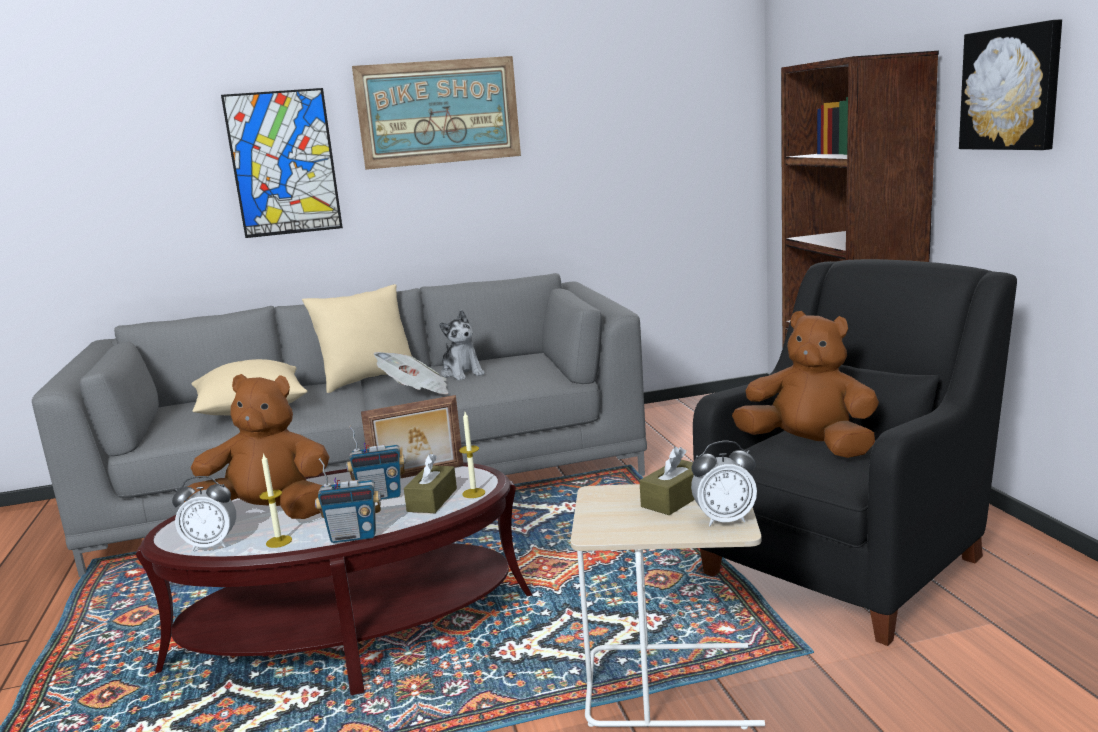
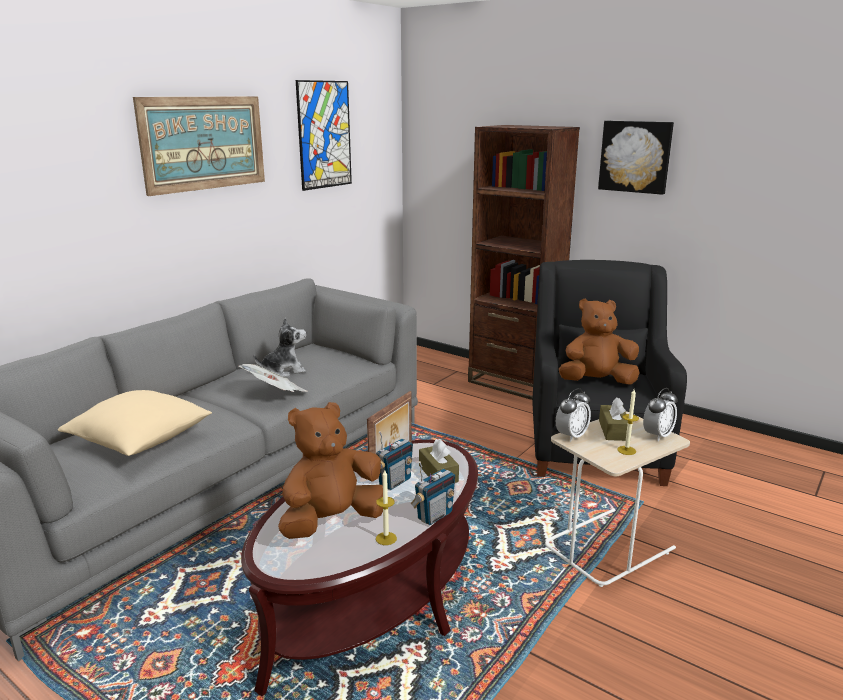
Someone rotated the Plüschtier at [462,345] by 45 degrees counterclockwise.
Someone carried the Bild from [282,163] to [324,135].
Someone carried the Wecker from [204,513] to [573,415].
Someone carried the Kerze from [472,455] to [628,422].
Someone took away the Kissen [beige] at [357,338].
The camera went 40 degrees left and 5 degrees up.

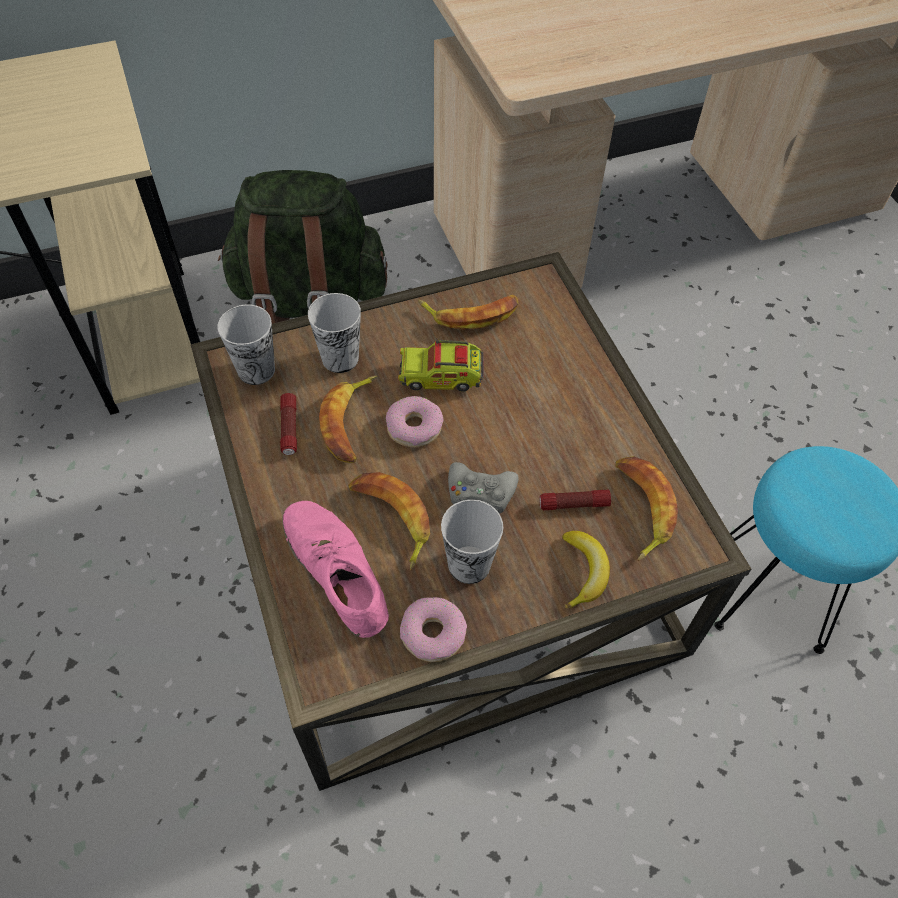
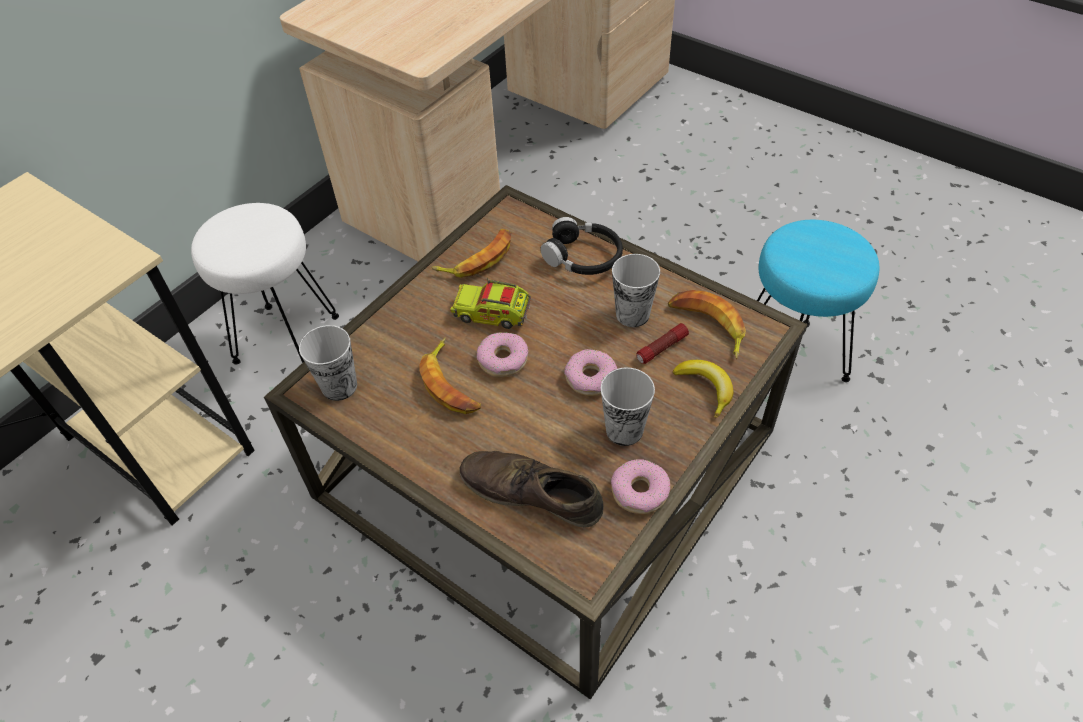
Someone swapped the Rucksack [grün] at [303,247] for the Hocker [weiß] at [265,283].
Someone rotated the Spielzeuglaster at [441,366] by 45 degrees clockwise.
Someone repainted the Schuh [rosa] at [335,569], which became the Schuh [braun] at [531,489].
Someone put down the Kopfhörer [schwarz] at [581,246].
Someone swapped the Gamepad [grau] at [483,488] for the Donut at [590,372].
Someone carried the Tasse from [334,333] to [636,290].
Someone took away the Taschenlampe at [288,424].
Someone took away the Banane at [389,521].
The camera went 30 degrees left and 5 degrees down.

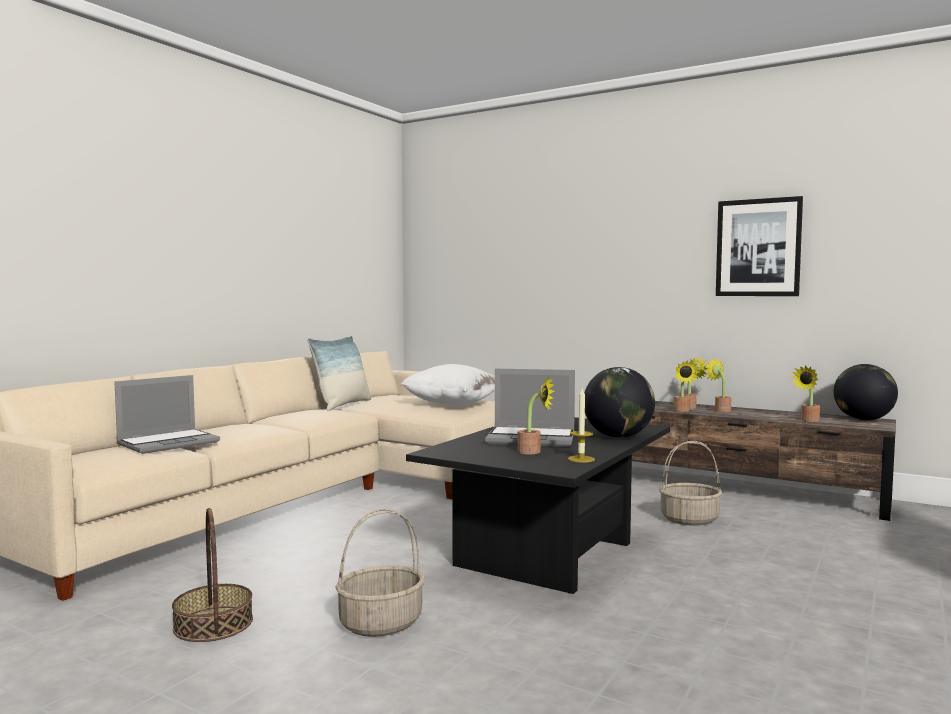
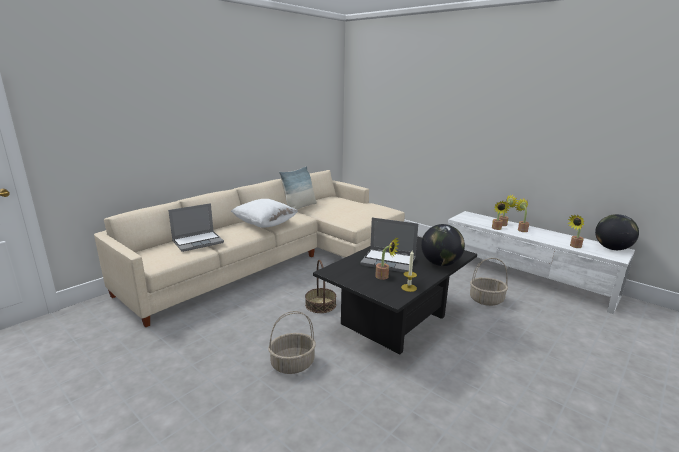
Someone carried the Kissen [weiß] from [448,385] to [264,213].
Someone carried the Korb from [212,575] to [320,286].
Someone repainted the Fernsehschrank [braun] at [763,461], which became the Fernsehschrank [weiß] at [541,262].
Someone took away the Bild at [759,246].
The camera went 10 degrees right and 15 degrees up.

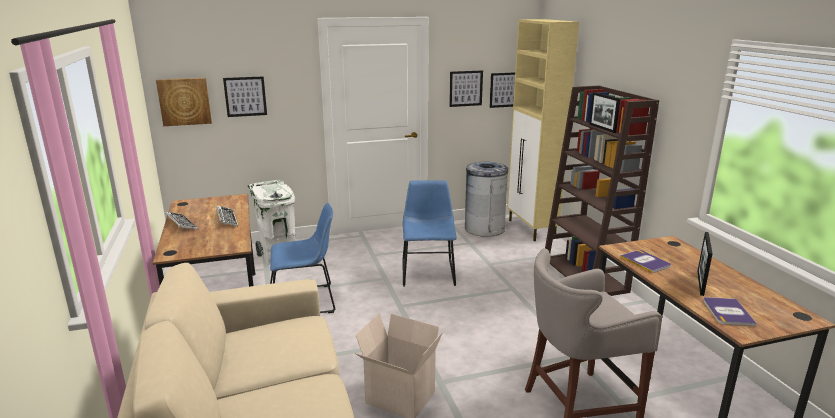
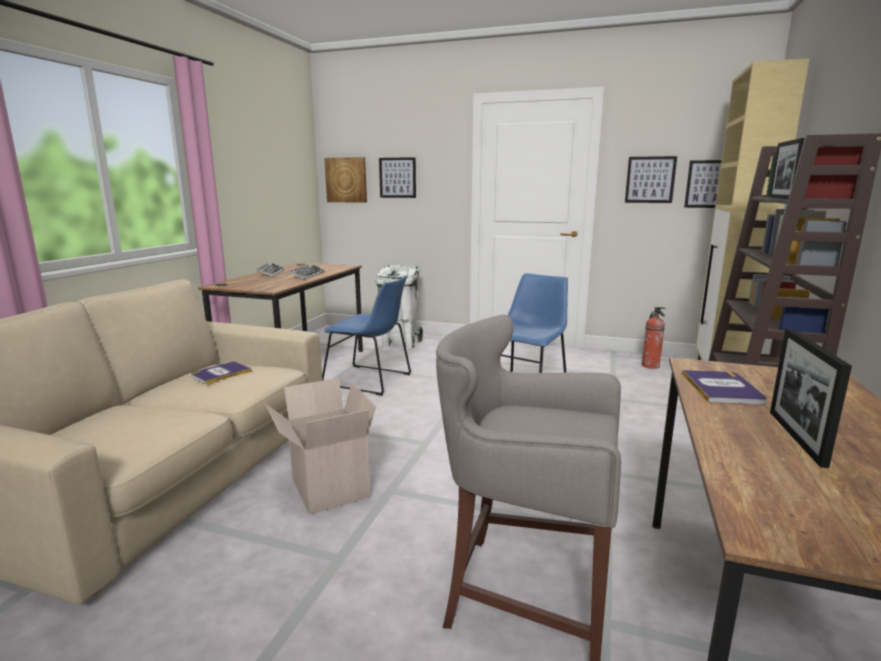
Someone carried the Buch from [730,311] to [221,373].
Someone swapped the Mülleimer [grau] at [486,199] for the Feuerlöscher at [653,338].
Someone rotated the Bilderrahmen at [705,264] by 45 degrees counterclockwise.
The camera went 35 degrees right and 5 degrees down.

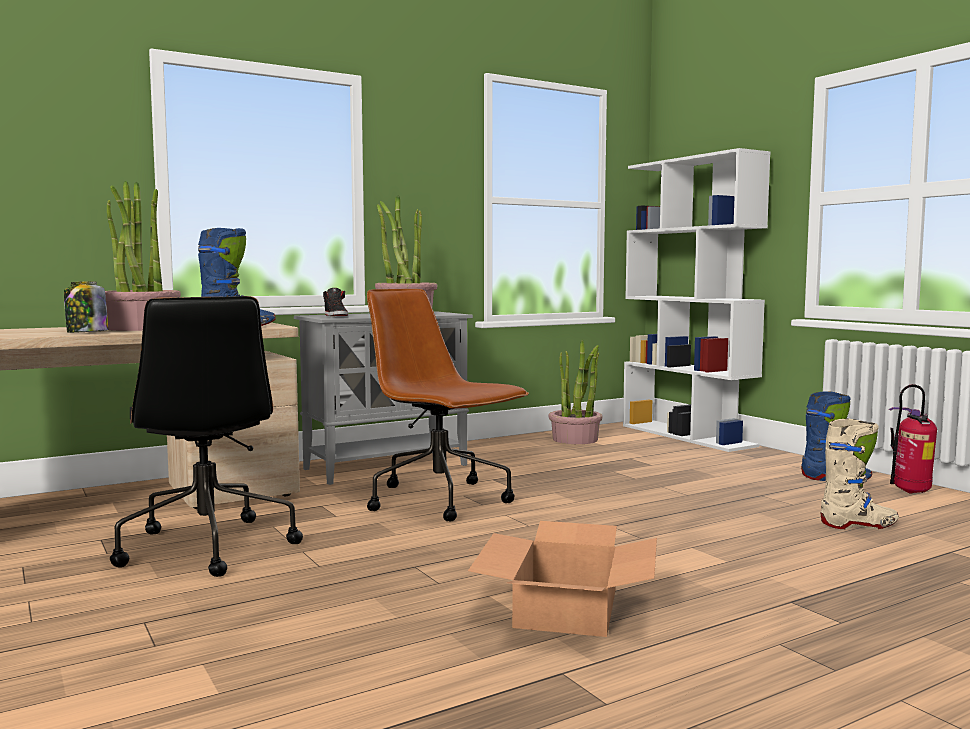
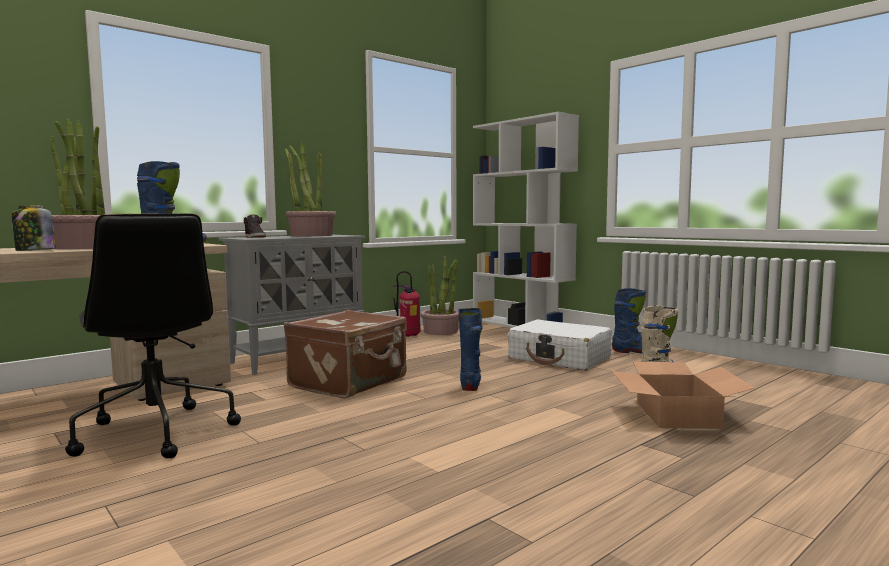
Someone swapped the Bürostuhl [braun] at [448,405] for the Koffer [braun] at [345,354].
Someone carried the Feuerlöscher from [913,439] to [407,304].
Someone put down the Stiefel [blau] at [470,349].
Someone put down the Koffer [weiß] at [560,345].
Someone carried the Karton from [562,579] to [683,395].
The camera went 10 degrees left and 0 degrees up.

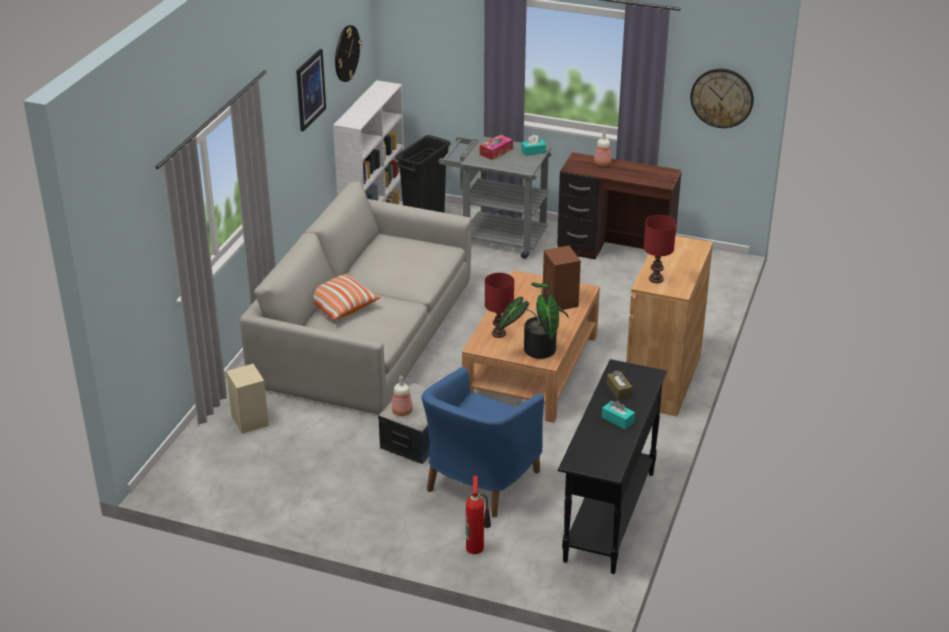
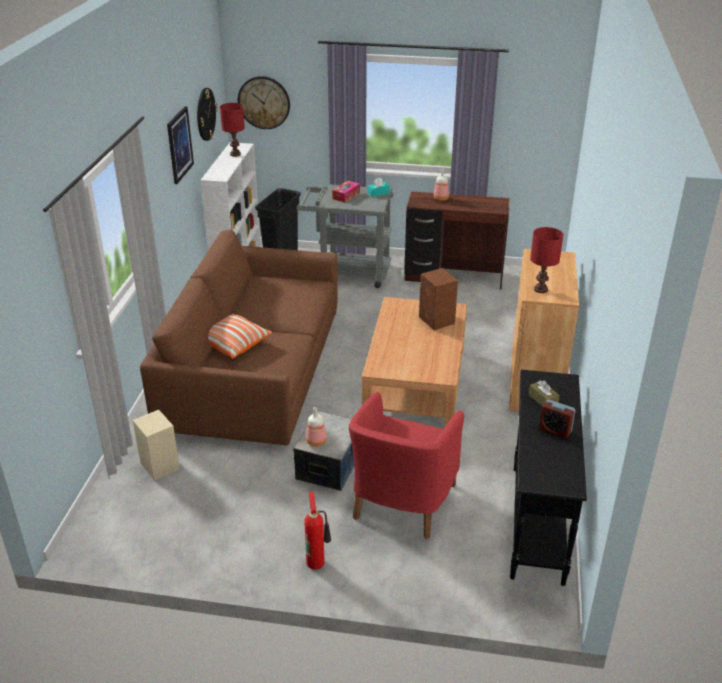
Someone repainted the Sofa [grau] at [356,298], which became the Sofa [braun] at [239,337].
Someone carried the Tischlampe [rot] from [499,305] to [232,130].
Someone carried the Wanduhr from [722,98] to [264,102].
Someone carried the Feuerlöscher from [478,515] to [317,531].
Someone repainted the Sessel [blau] at [482,442], which became the Sessel [rot] at [406,465].
Someone swapped the Taschentuchbox [türkis] at [618,414] for the Wecker at [557,418].
Someone took away the Topfpflanze at [534,320].
The camera went 10 degrees left and 0 degrees up.

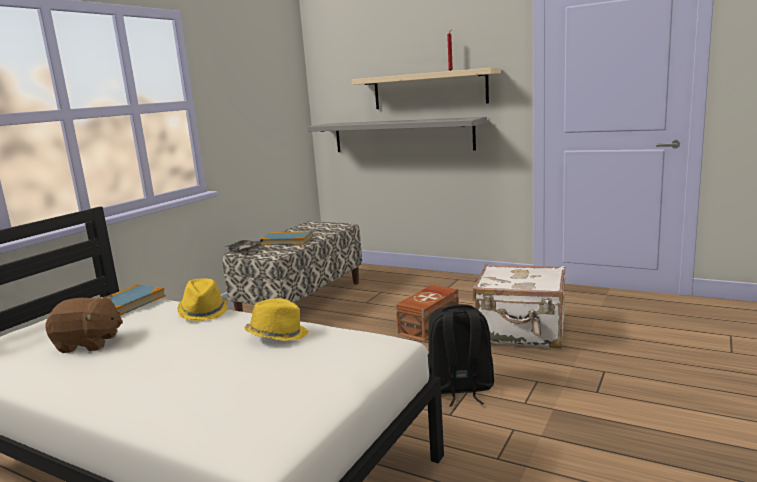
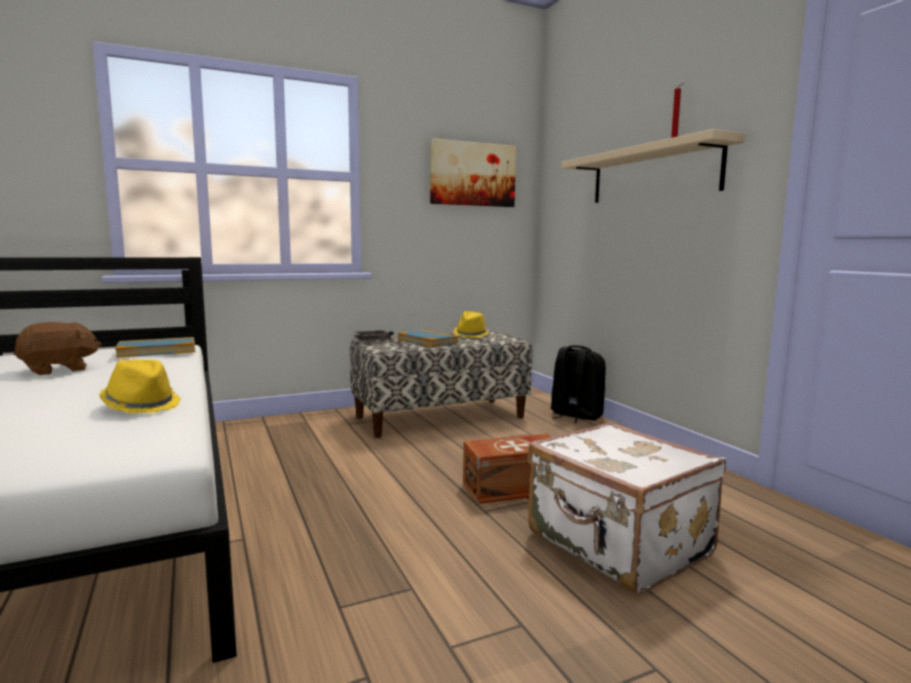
Someone rotated the Plüschtier [braun] at [84,324] by 75 degrees counterclockwise.
Someone put up the Bild at [473,172].
Someone carried the Hut [gelb] from [202,299] to [471,324].
Someone carried the Rucksack [schwarz] from [461,355] to [578,384].
Someone took away the Wandregal [grau] at [397,134].
The camera went 35 degrees right and 5 degrees down.

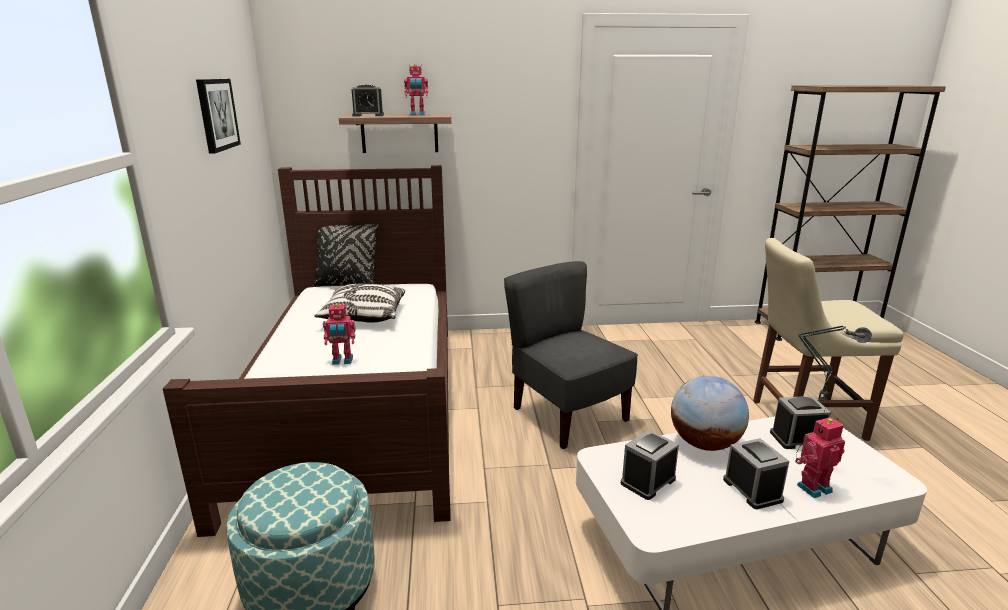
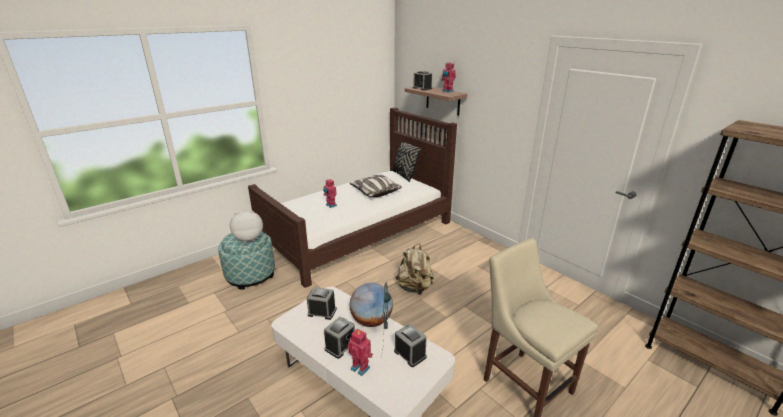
Someone put down the Plüschtier at [246,226].
Someone swapped the Stuhl [grau] at [571,355] for the Rucksack [beige] at [415,269].
Someone took away the Bild at [218,116].
The camera went 55 degrees right and 5 degrees up.

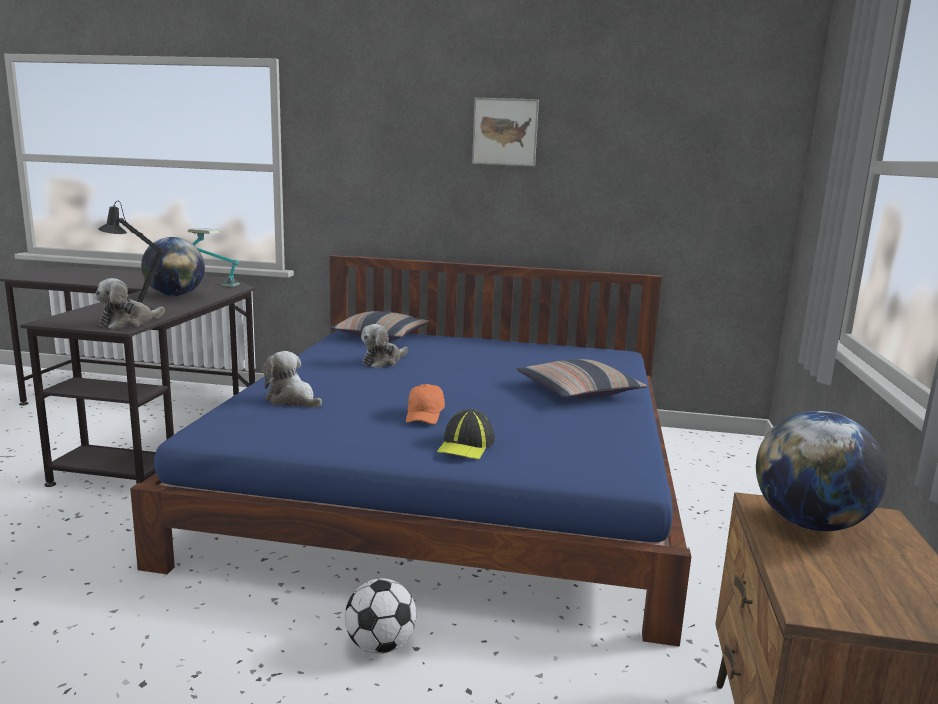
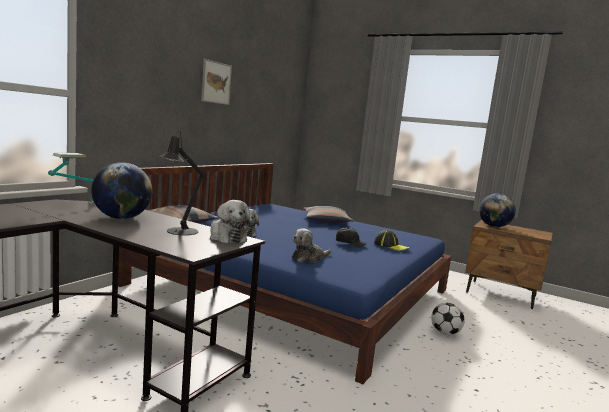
Someone repainted the Kappe [orange] at [425,404], which became the Kappe [schwarz] at [351,237].
The camera went 70 degrees left and 5 degrees down.

